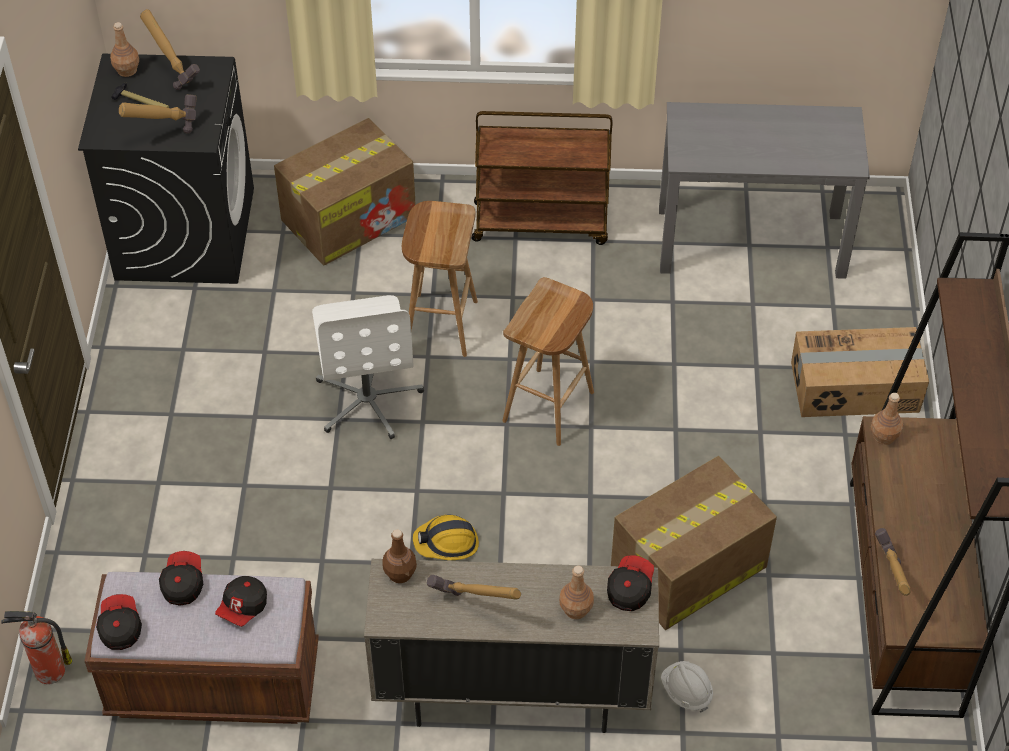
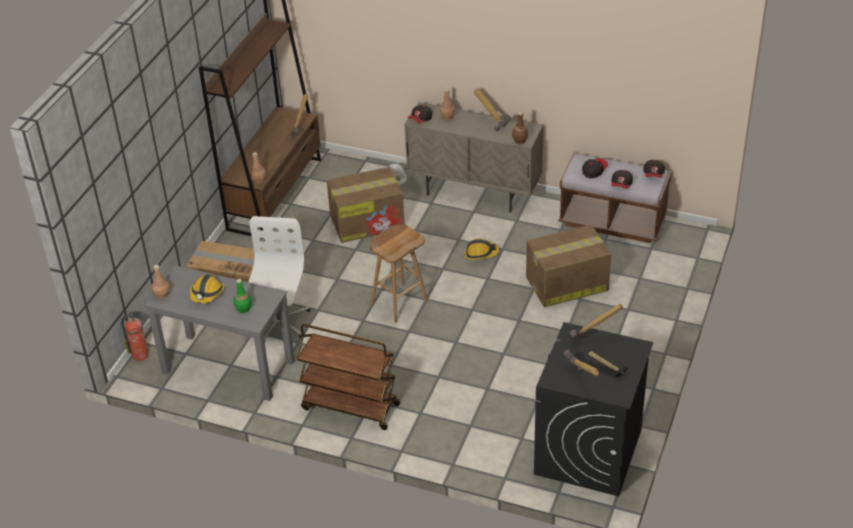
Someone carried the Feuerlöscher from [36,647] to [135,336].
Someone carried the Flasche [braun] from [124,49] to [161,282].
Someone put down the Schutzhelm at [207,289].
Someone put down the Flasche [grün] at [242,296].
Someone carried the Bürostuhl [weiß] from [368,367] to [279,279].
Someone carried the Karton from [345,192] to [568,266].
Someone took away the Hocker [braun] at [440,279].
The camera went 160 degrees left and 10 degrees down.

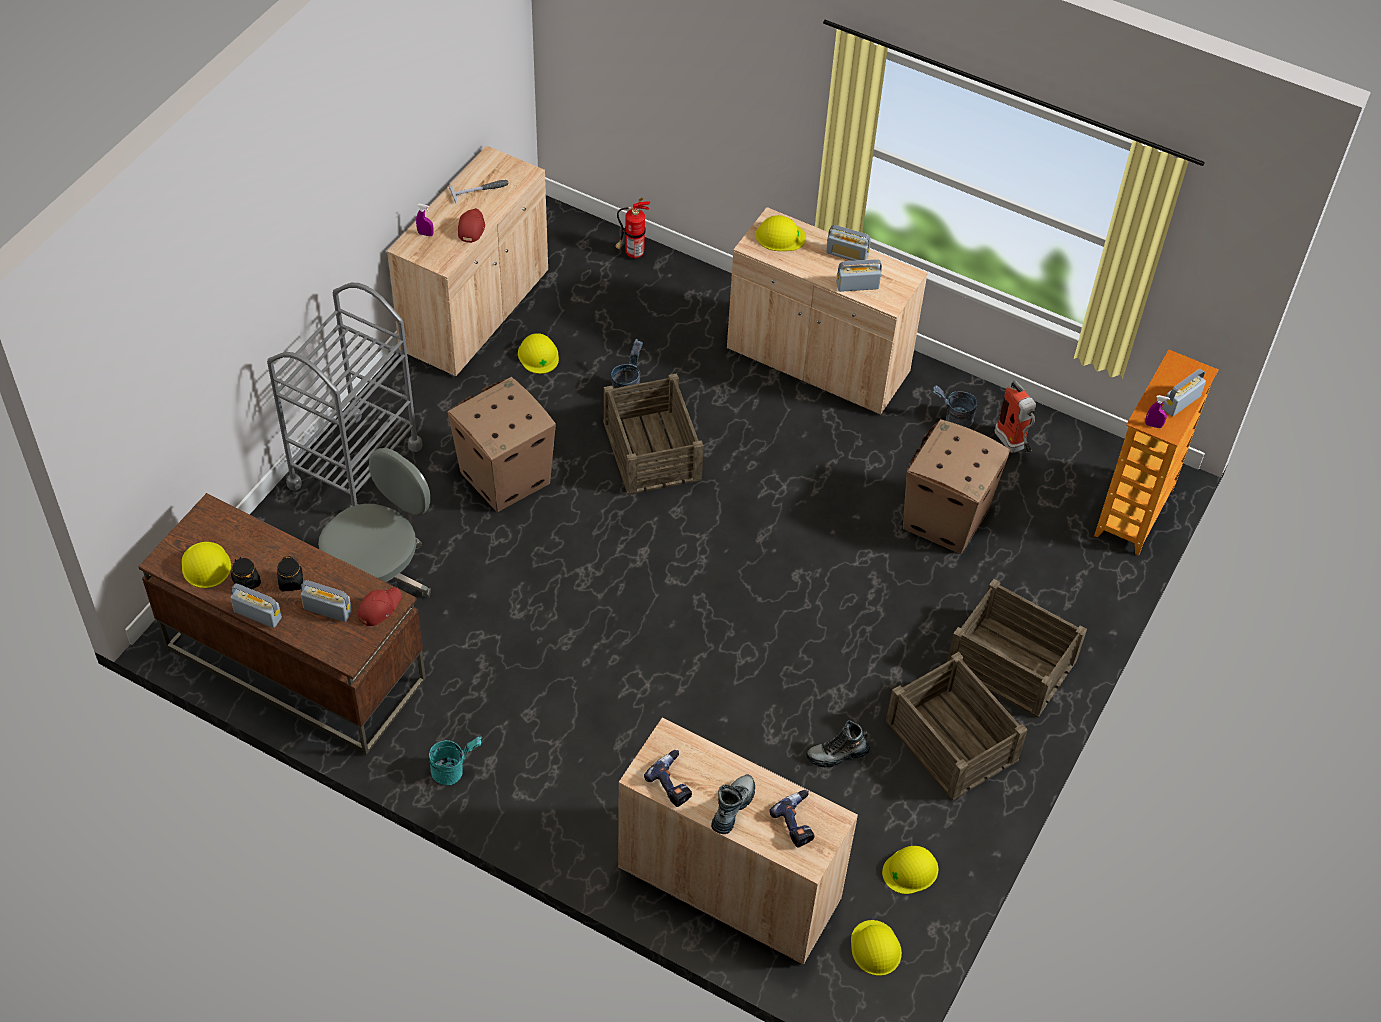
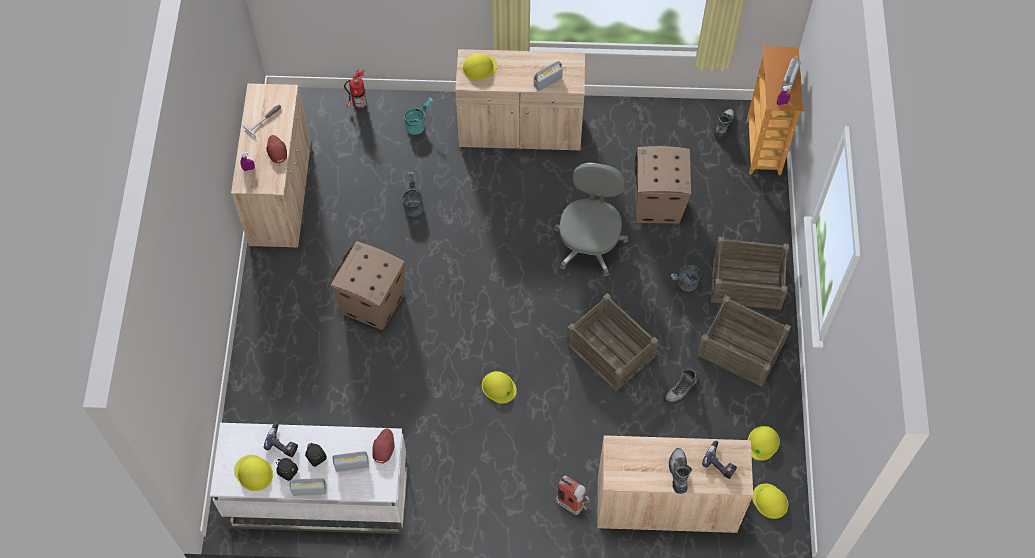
Someone repainted the Schreibtisch [braun] at [282,624], which became the Schreibtisch [weiß] at [309,478].
Someone carried the Bohrmaschine from [668,778] to [281,439].
Someone carried the Eimer [türkis] from [455,760] to [418,116].
Someone carried the Schutzhelm [gelb] from [538,353] to [499,387].
Someone carried the Bürostuhl [grau] from [374,522] to [591,220].
Someone carried the Feuerlöscher from [1015,416] to [574,495].
Someone carried the Kiste from [653,434] to [612,342].
Someone carried the Eimer [grau] from [955,406] to [685,278].
Someone put down the Stiefel at [724,124].
Someone took away the Rollwagen [grau] at [345,395].
Someone took away the Radio at [848,243].
The camera went 25 degrees left and 10 degrees up.

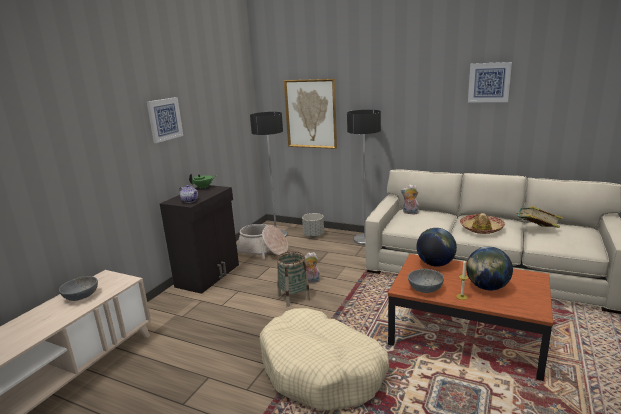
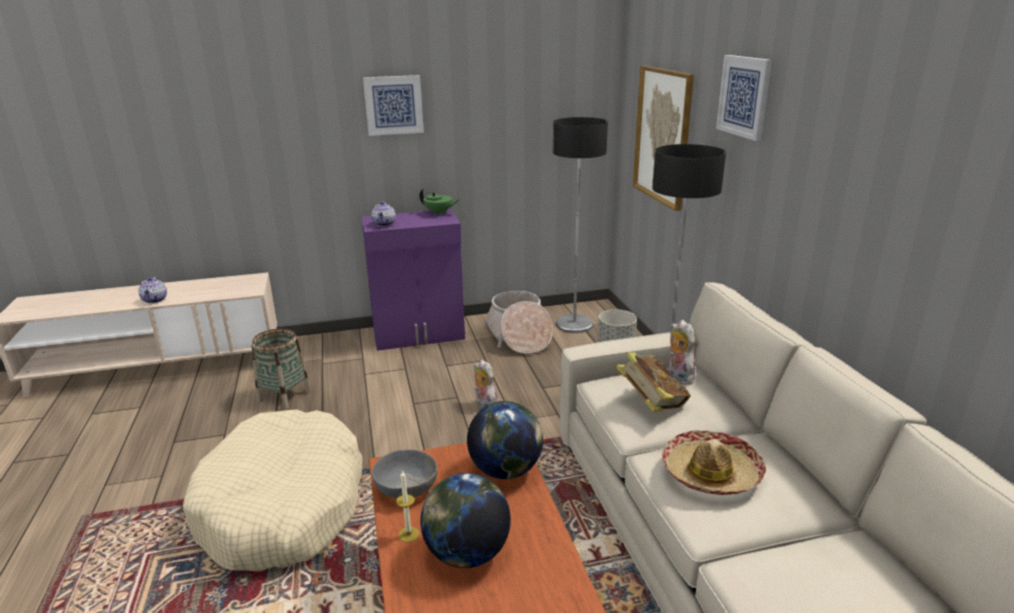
Someone put down the Teekanne at [152,289].
Someone carried the Korb from [293,279] to [281,368].
Someone repainted the Schrank [schwarz] at [199,239], which became the Schrank [lila] at [413,280].
Someone carried the Buch from [539,217] to [653,382].
Someone carried the Bild from [490,82] to [744,98].
Someone took away the Schüssel [grau] at [78,288].
The camera went 50 degrees right and 5 degrees up.

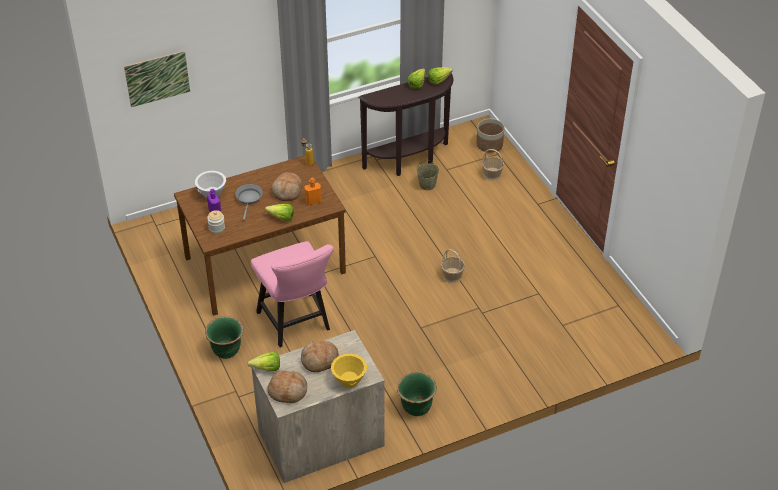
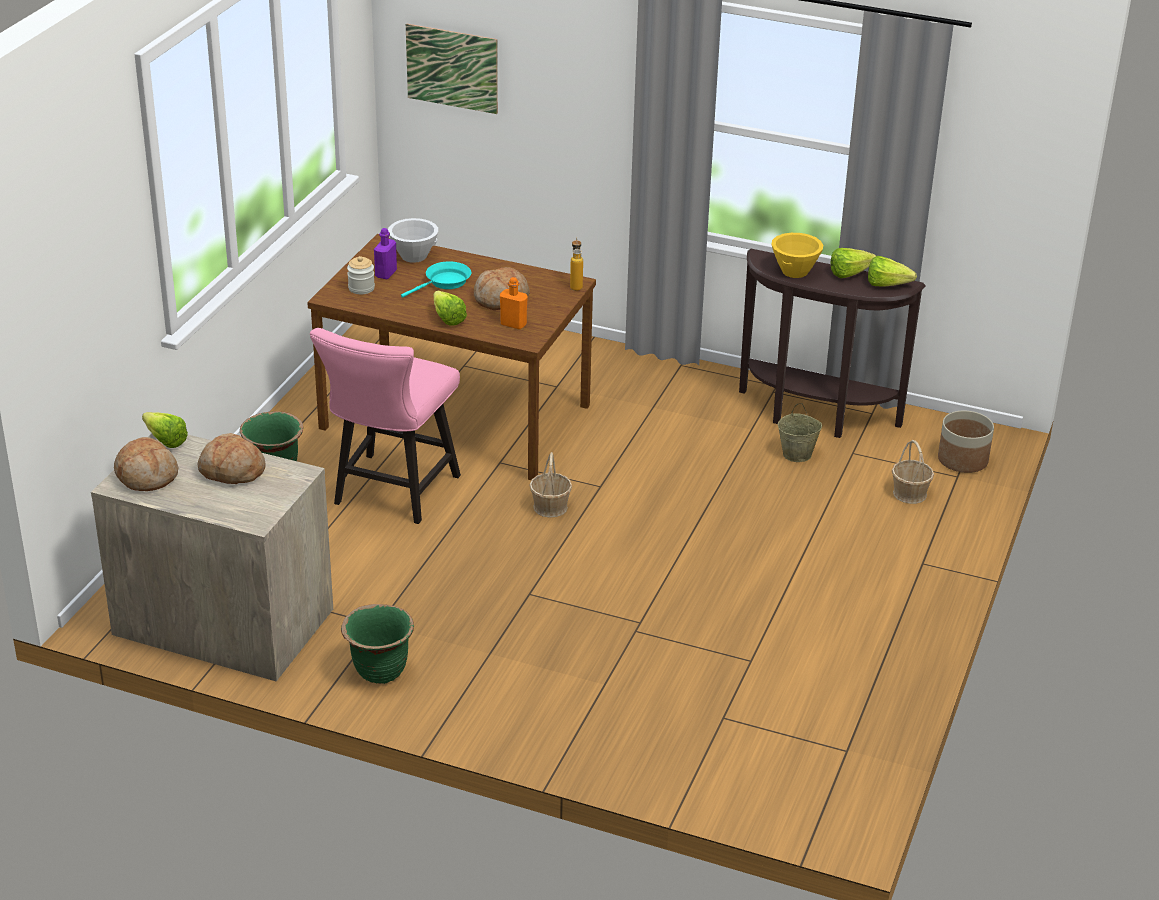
Someone repainted the Pfanne [grau] at [249,202], which became the Pfanne [türkis] at [436,279].
Someone carried the Korb from [453,266] to [550,485].
Someone carried the Schüssel [gelb] from [349,371] to [797,255].
The camera went 45 degrees right and 10 degrees down.

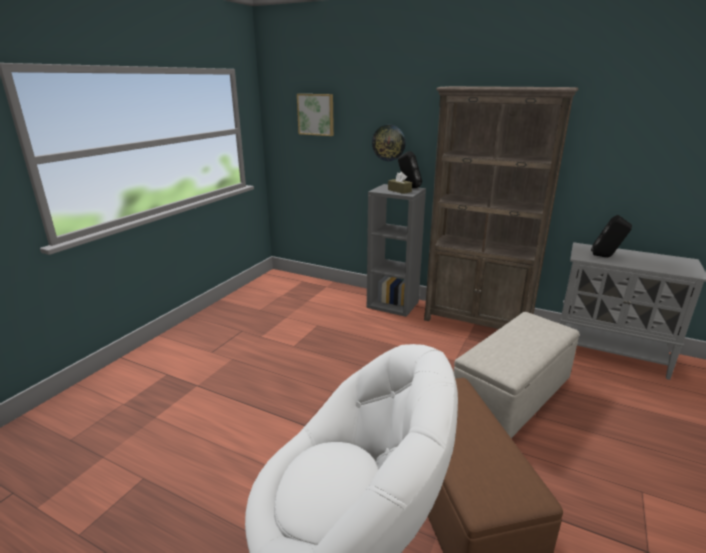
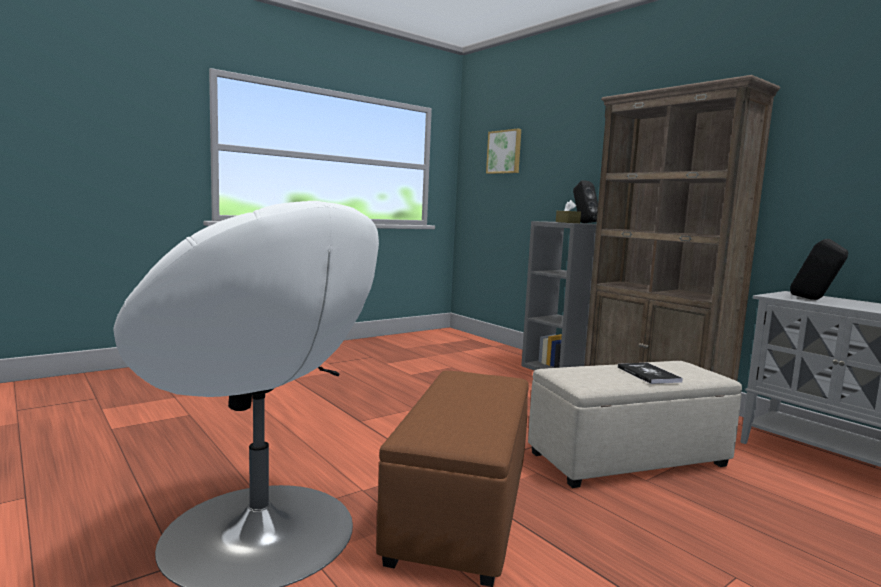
Someone put down the Buch at [650,373].
Someone took away the Wanduhr at [389,143].
The camera went 25 degrees right and 15 degrees down.

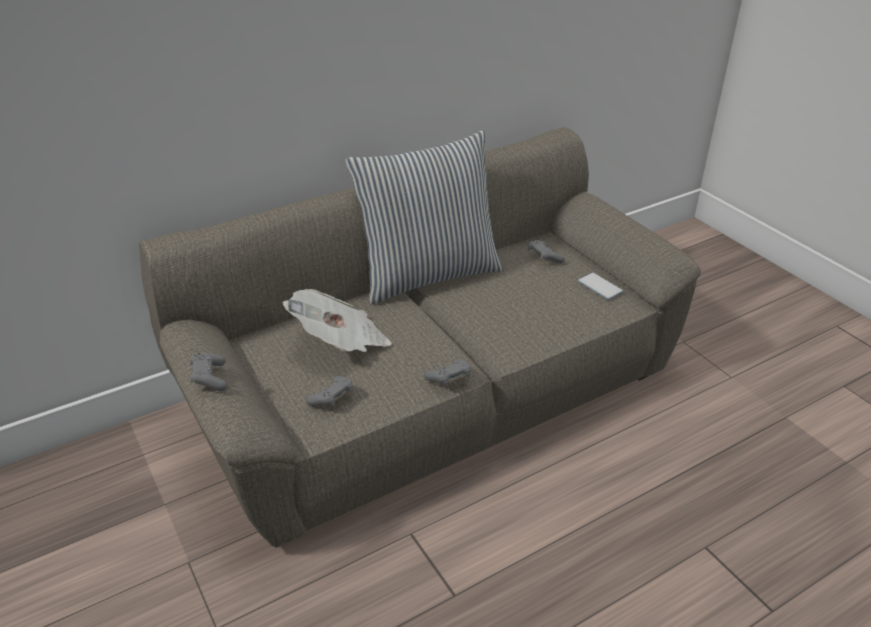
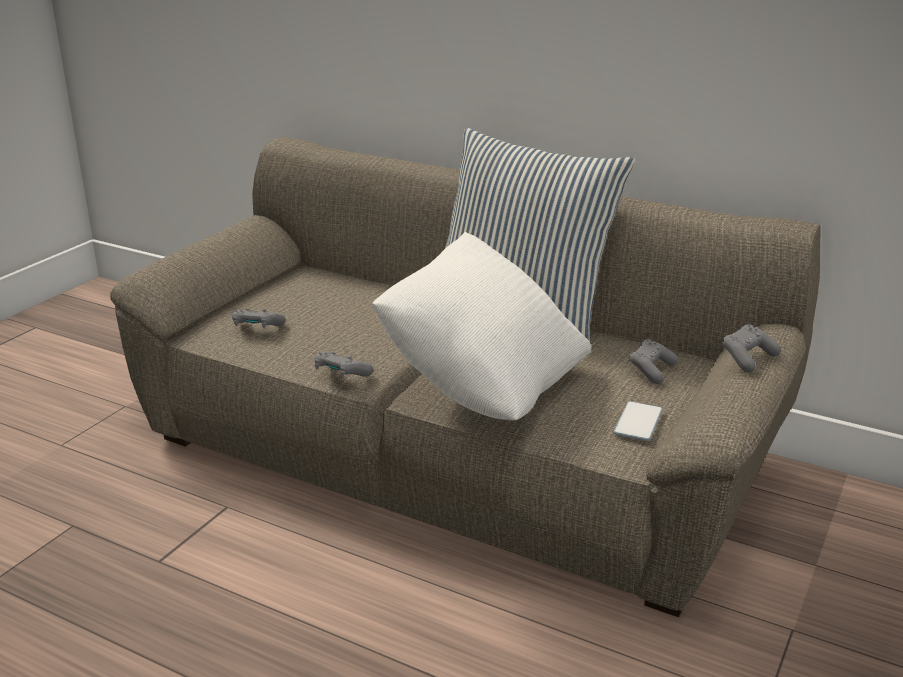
Someone put down the Kissen [weiß] at [481,326].
Someone carried the Gamepad [grau] from [209,372] to [751,348].
Someone took away the Zeitung at [337,320].
The camera went 60 degrees right and 10 degrees down.

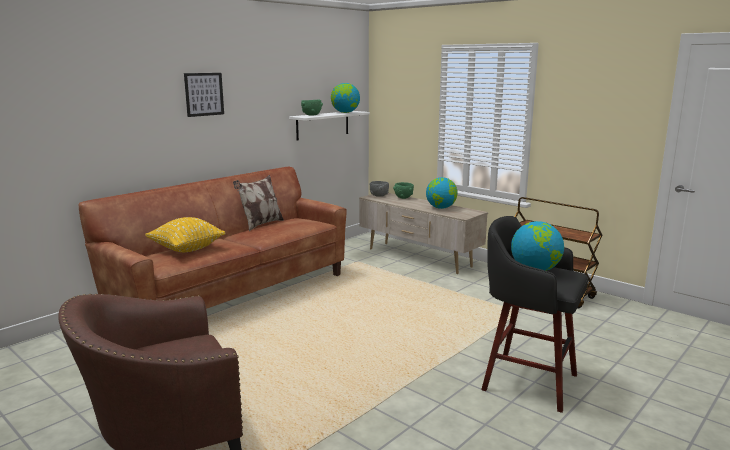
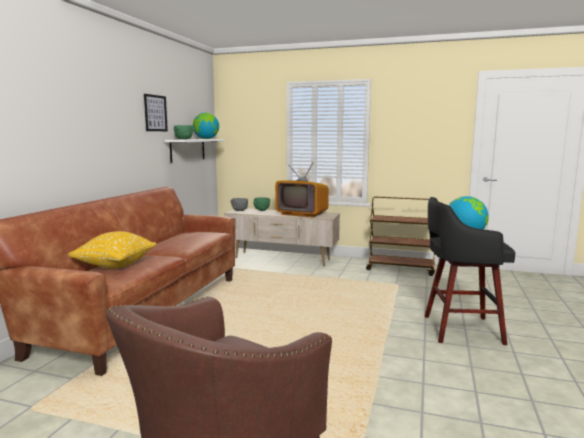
Someone carried the Bild from [204,95] to [156,112].
Someone swapped the Globus at [442,193] for the Fernseher at [302,190].
Someone took away the Kissen at [258,203].
The camera went 25 degrees left and 5 degrees down.

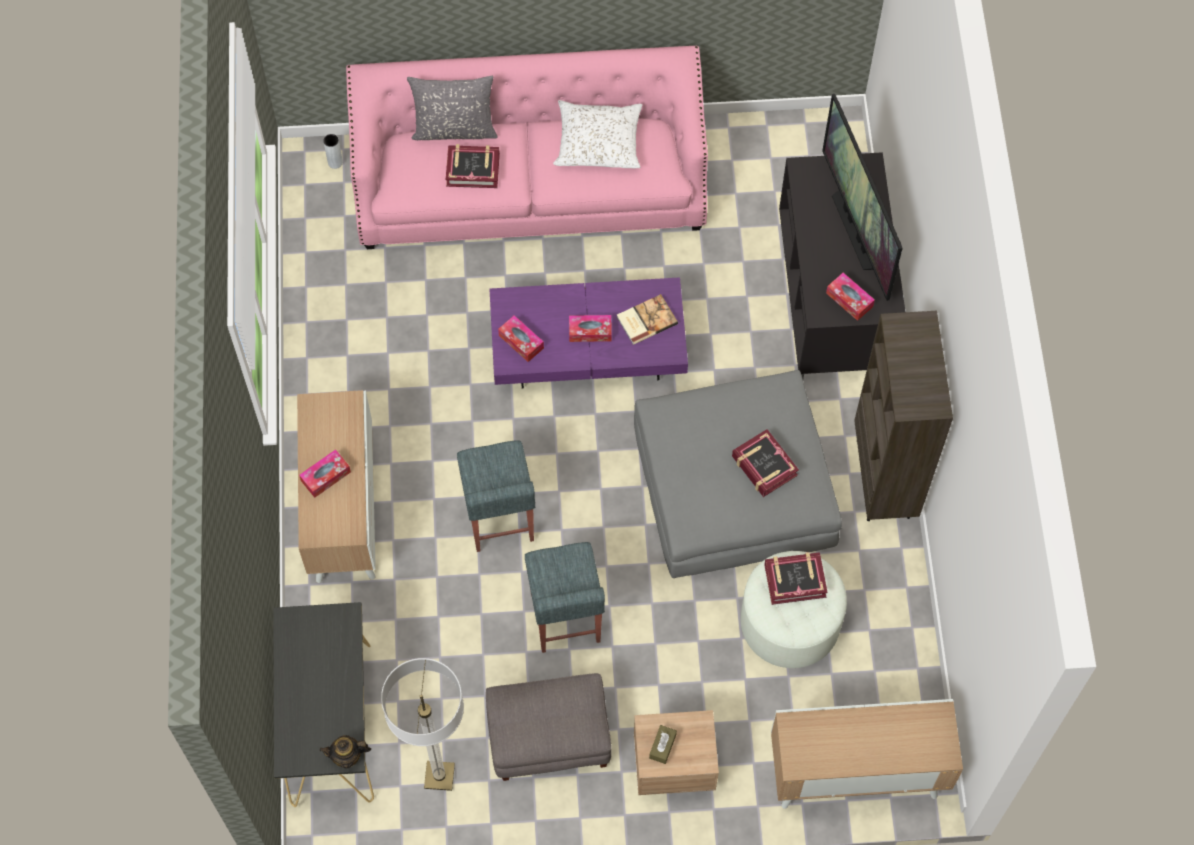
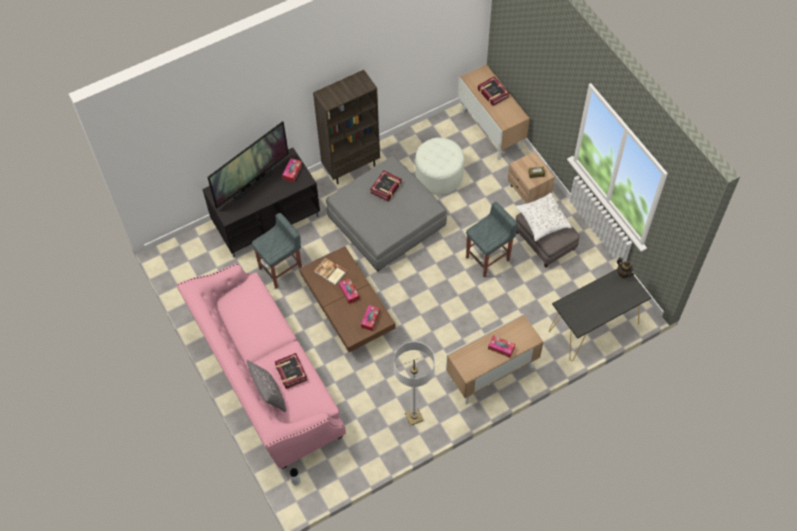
Someone carried the Hocker [grau] from [496,496] to [277,251].
Someone repainted the Couchtisch [lila] at [588,332], which became the Couchtisch [braun] at [347,299].
Someone carried the Stehlampe from [422,724] to [414,384].
Someone carried the Buch from [796,578] to [494,91].
Someone carried the Kissen [weiß] from [597,134] to [543,216].
The camera went 115 degrees left and 5 degrees down.

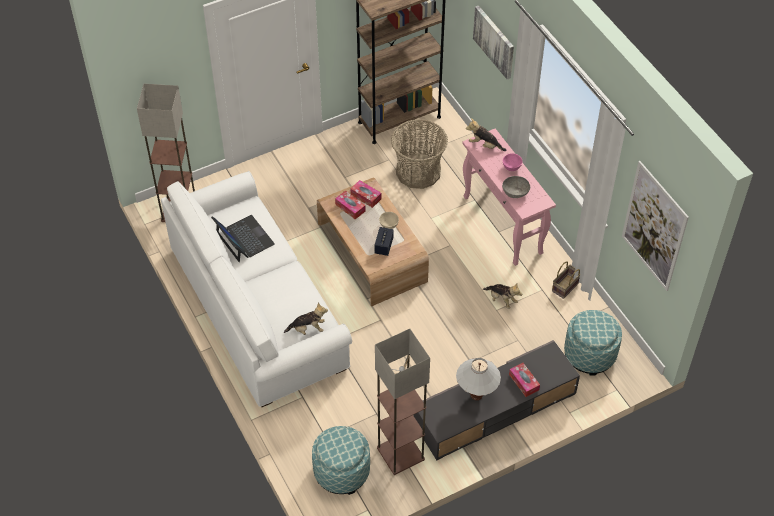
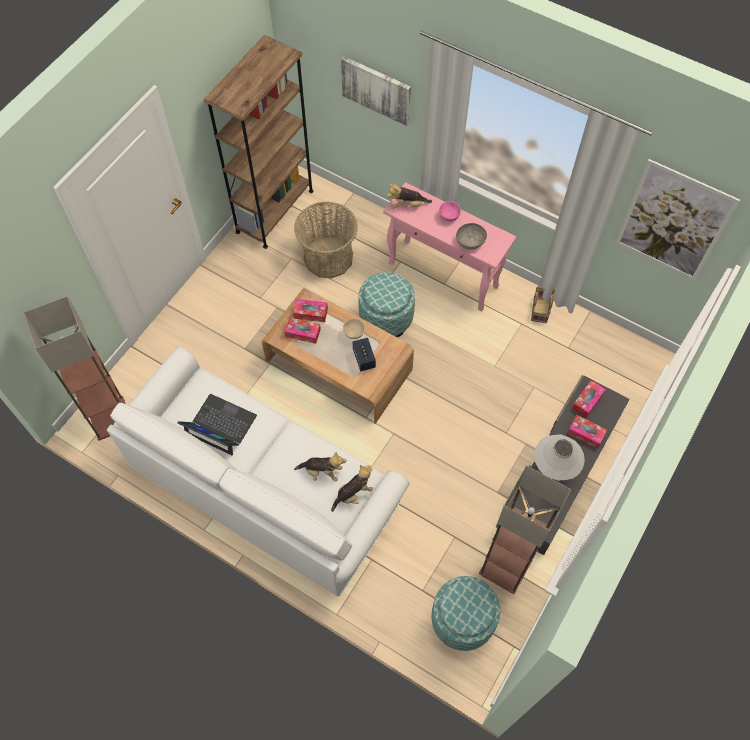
Someone carried the Plüschtier from [502,296] to [320,466].
Someone carried the Polsterhocker from [593,343] to [387,304].
Someone put down the Taschentuchbox at [589,399].
The camera went 30 degrees left and 10 degrees up.

